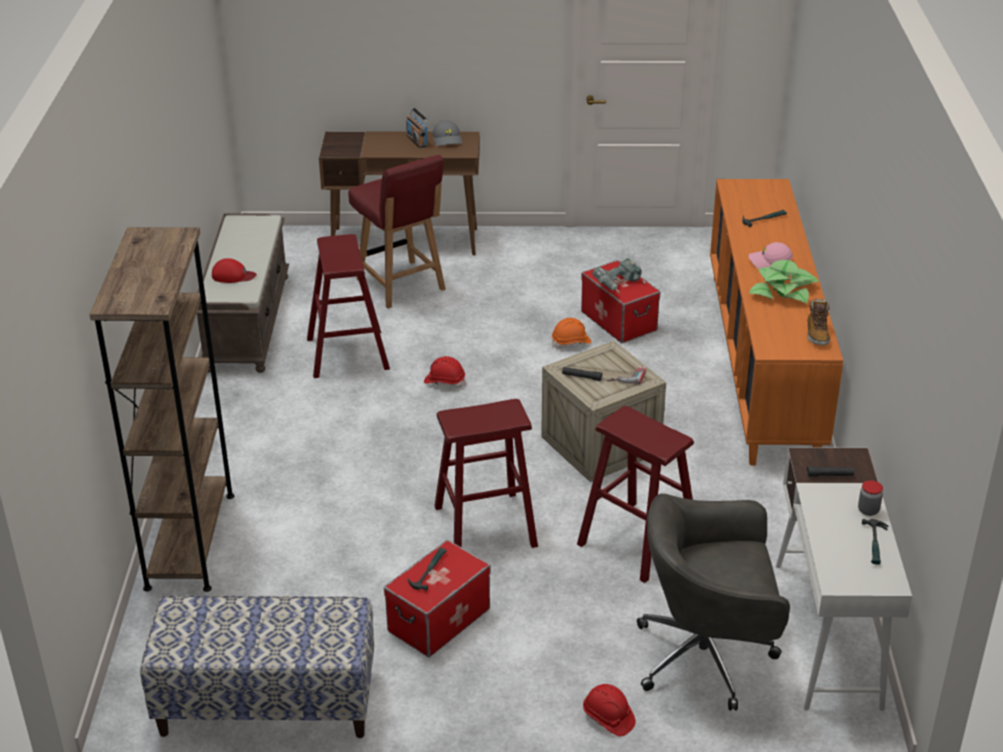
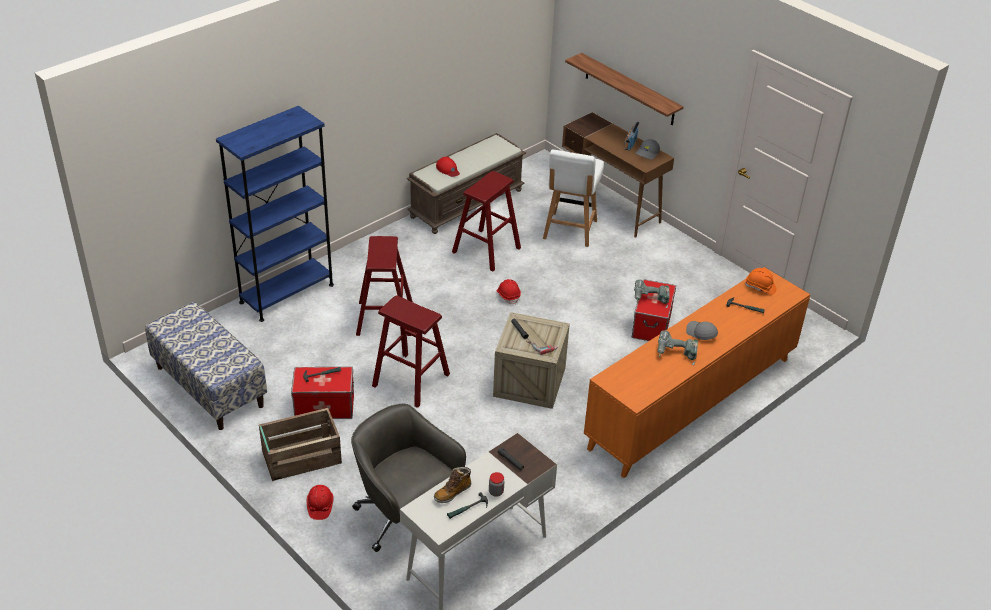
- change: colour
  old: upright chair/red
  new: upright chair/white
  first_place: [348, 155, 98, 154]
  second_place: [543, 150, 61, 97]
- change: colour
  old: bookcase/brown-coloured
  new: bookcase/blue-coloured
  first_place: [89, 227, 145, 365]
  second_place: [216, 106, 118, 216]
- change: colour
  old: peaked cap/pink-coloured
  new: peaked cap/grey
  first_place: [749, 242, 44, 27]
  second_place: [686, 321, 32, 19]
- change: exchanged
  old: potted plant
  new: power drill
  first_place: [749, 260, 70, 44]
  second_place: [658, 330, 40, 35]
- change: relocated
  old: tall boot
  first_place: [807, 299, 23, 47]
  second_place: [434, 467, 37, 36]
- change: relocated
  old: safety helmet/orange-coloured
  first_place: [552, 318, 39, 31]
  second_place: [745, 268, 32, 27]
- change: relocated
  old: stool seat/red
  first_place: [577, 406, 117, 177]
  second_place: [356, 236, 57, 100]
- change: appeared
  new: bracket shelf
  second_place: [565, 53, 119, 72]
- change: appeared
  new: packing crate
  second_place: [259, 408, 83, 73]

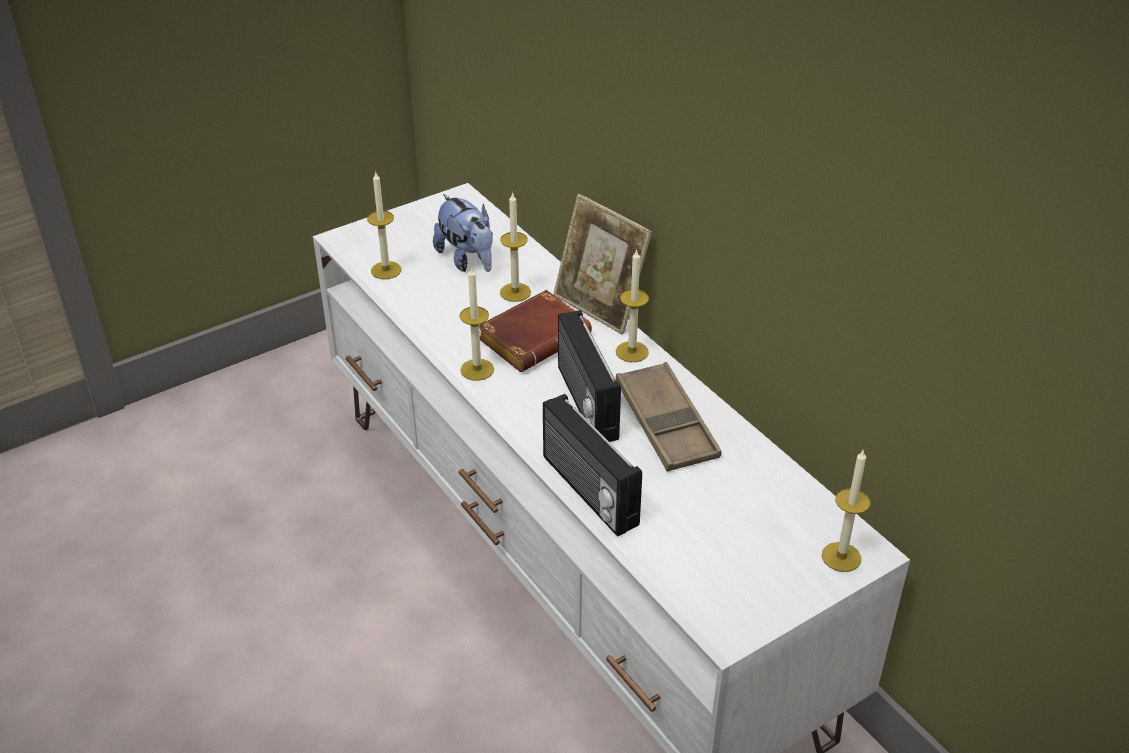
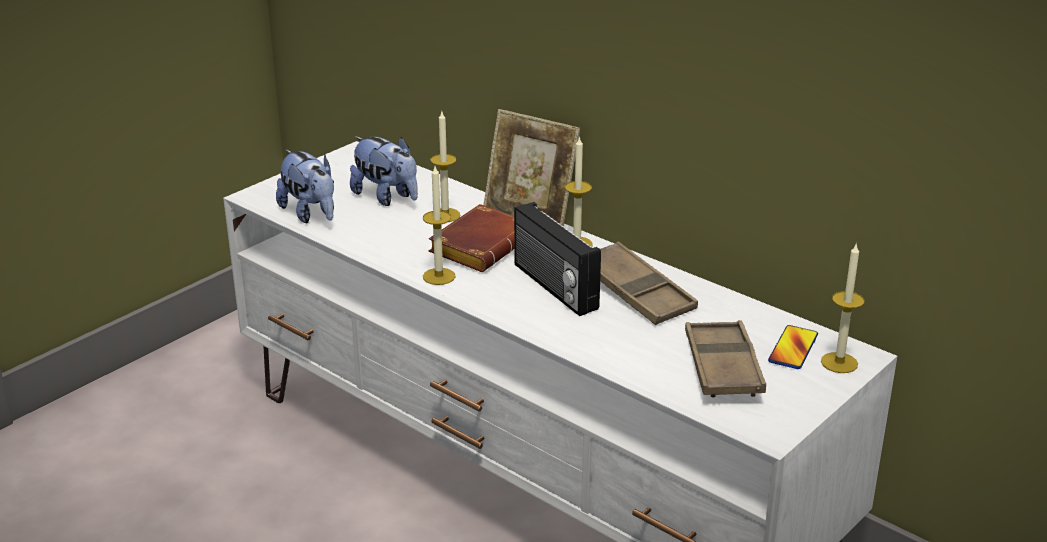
- change: exchanged
  old: wax light
  new: plush toy
  first_place: [367, 171, 35, 108]
  second_place: [276, 149, 58, 74]
- change: missing
  old: radio set
  first_place: [543, 394, 99, 143]
- change: appeared
  new: serving tray/brown-coloured
  second_place: [685, 320, 81, 78]
- change: appeared
  new: phone
  second_place: [768, 325, 50, 44]

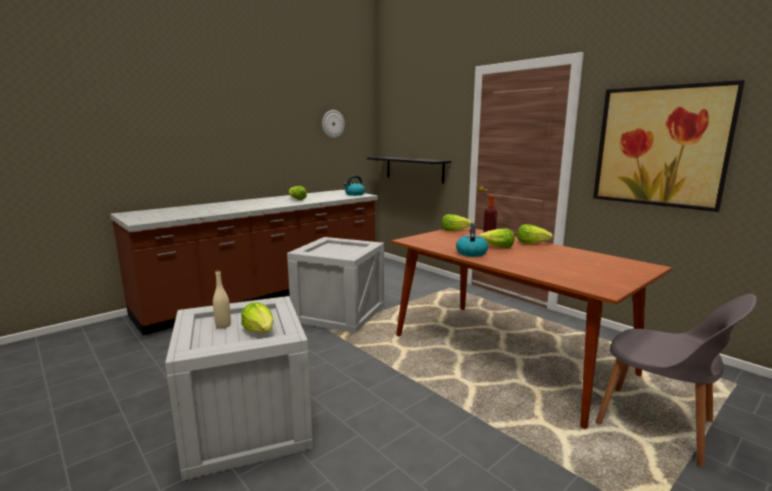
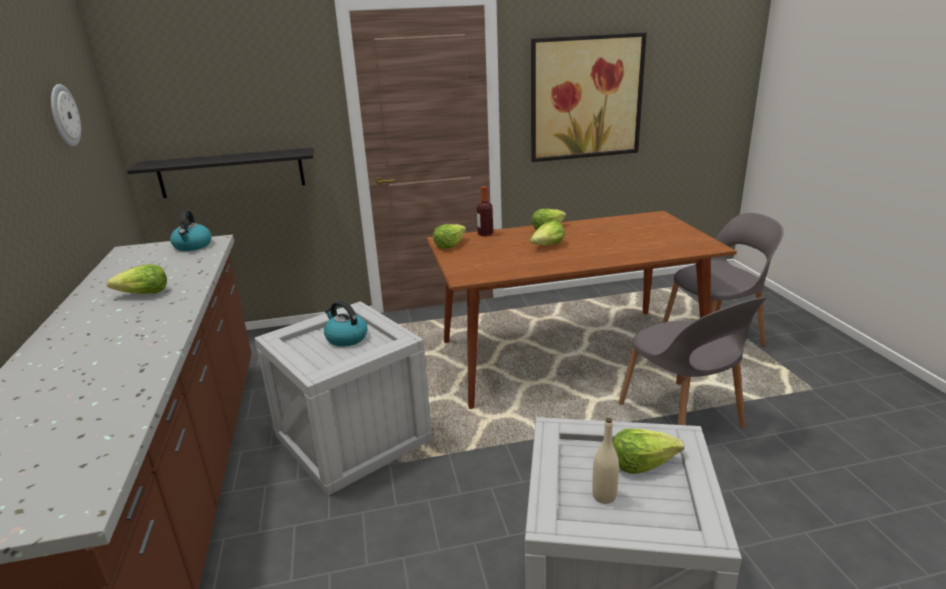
- change: relocated
  old: tea kettle
  first_place: [456, 223, 32, 34]
  second_place: [324, 301, 43, 46]
- change: appeared
  new: upright chair/grey
  second_place: [619, 297, 148, 131]

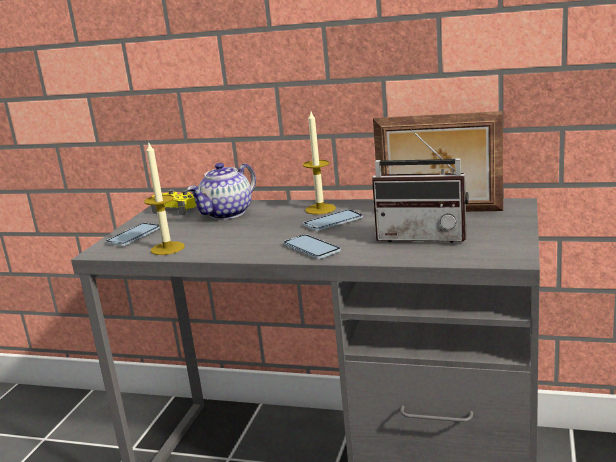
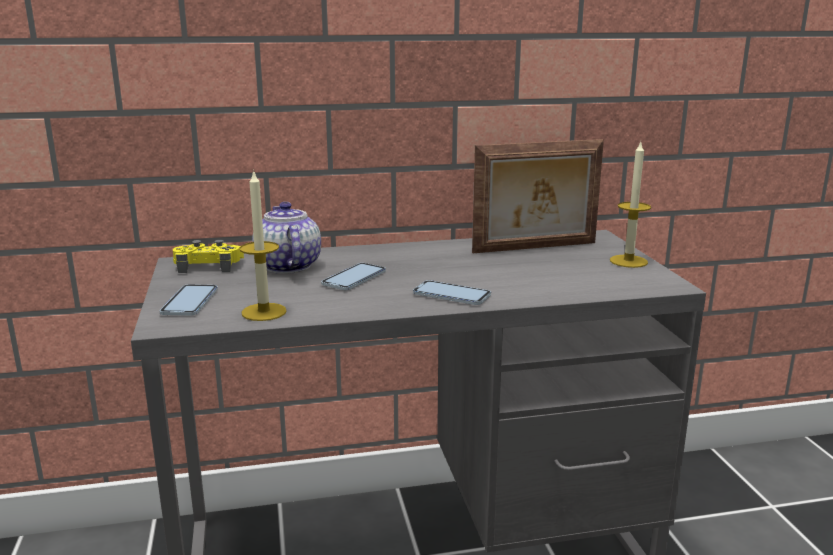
- change: relocated
  old: wax light
  first_place: [303, 111, 33, 103]
  second_place: [610, 142, 41, 126]
- change: missing
  old: radio set
  first_place: [372, 129, 97, 114]
- change: spun
  old: pot for tea
  first_place: [187, 163, 69, 57]
  second_place: [252, 202, 69, 72]
  degrees: 150
- change: relocated
  old: phone
  first_place: [303, 209, 60, 22]
  second_place: [321, 263, 65, 27]

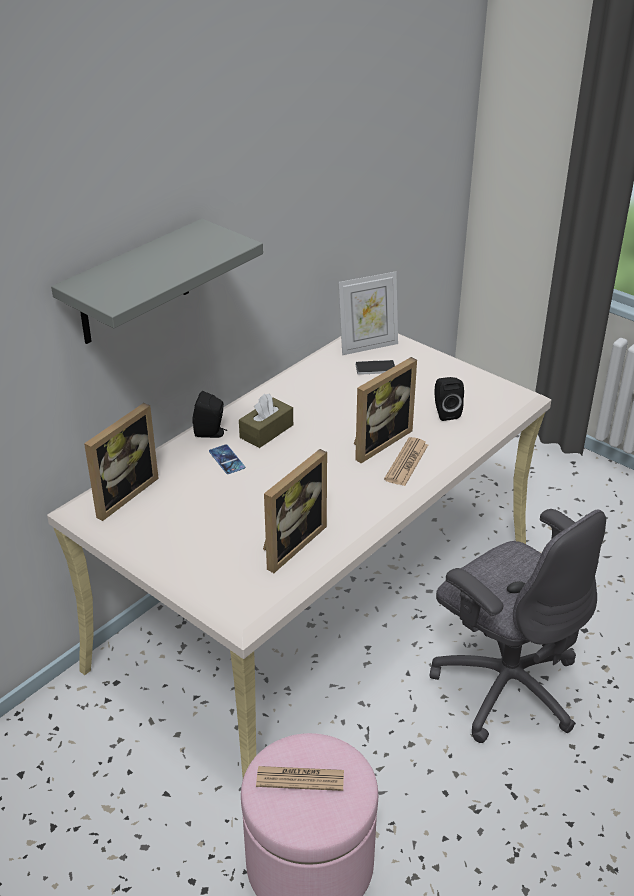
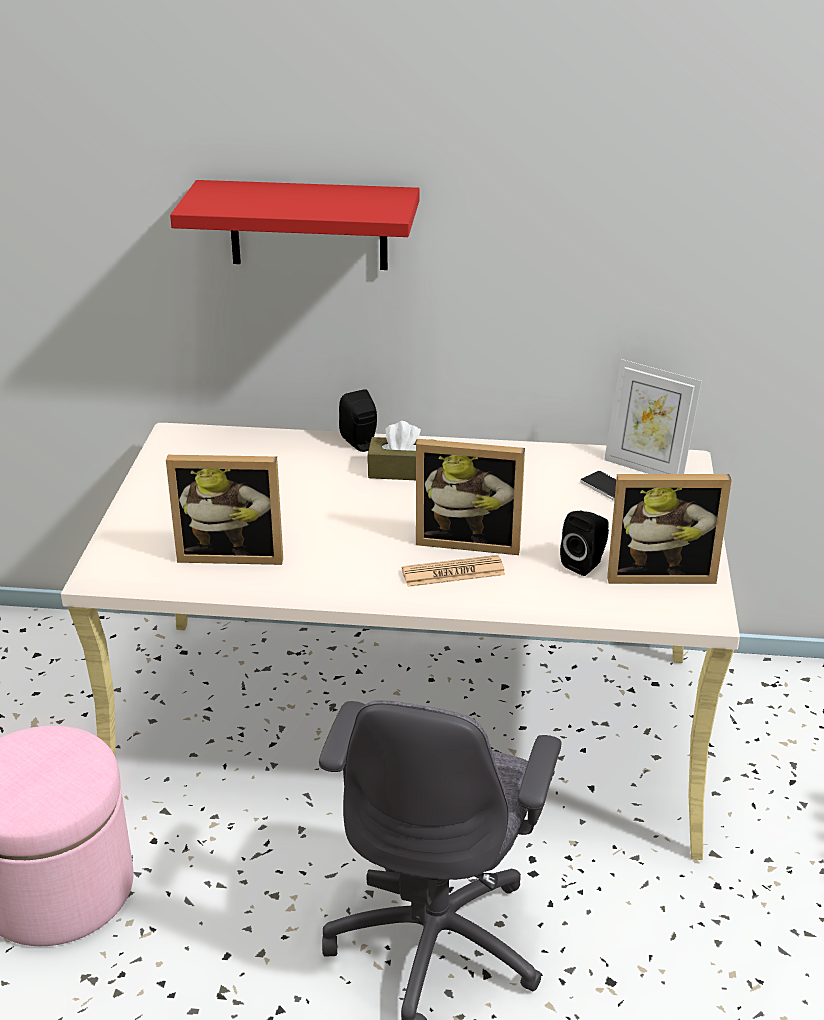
- change: colour
  old: bracket shelf/grey
  new: bracket shelf/red
  first_place: [51, 219, 212, 125]
  second_place: [170, 180, 250, 90]
- change: relocated
  old: picture frame
  first_place: [84, 403, 75, 118]
  second_place: [607, 474, 125, 110]
- change: missing
  old: phone
  first_place: [209, 444, 36, 30]
- change: missing
  old: daily paper
  first_place: [256, 766, 88, 25]

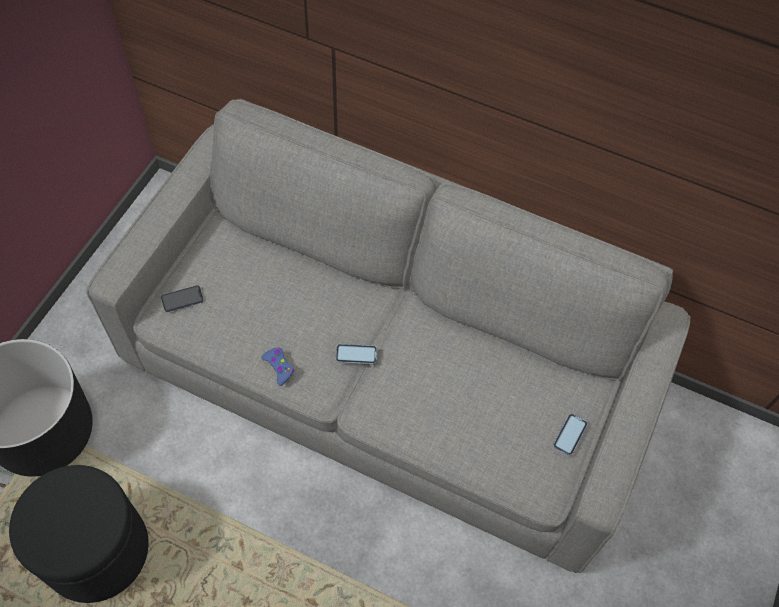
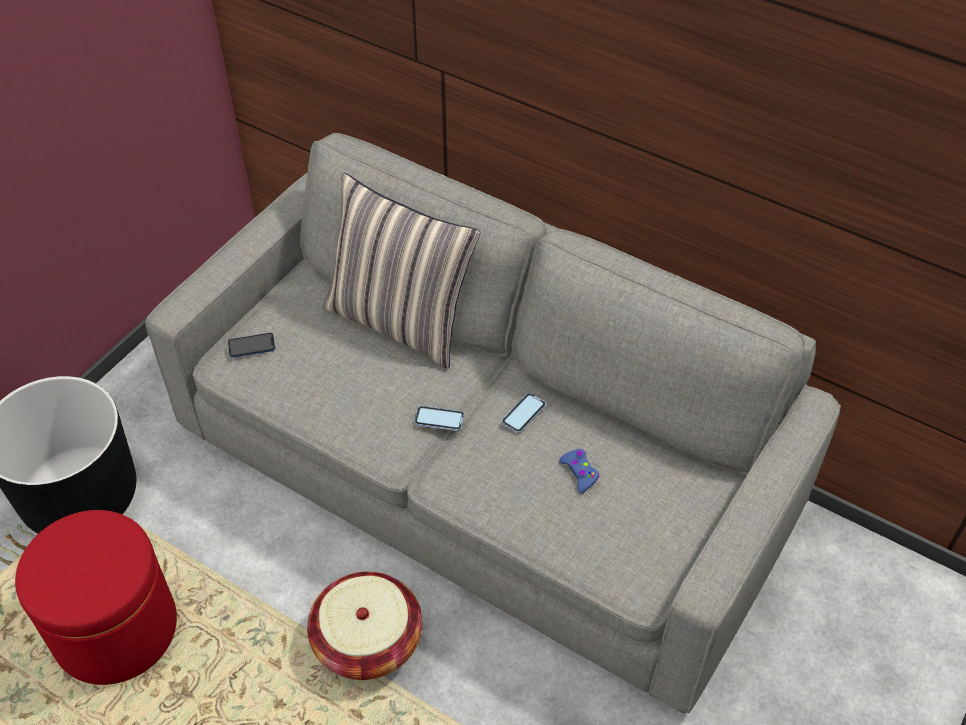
- change: relocated
  old: gamepad/blue-coloured
  first_place: [262, 347, 32, 39]
  second_place: [559, 449, 40, 44]
- change: relocated
  old: phone
  first_place: [553, 414, 35, 42]
  second_place: [502, 393, 44, 40]
- change: colour
  old: ottoman/black-coloured
  new: ottoman/red
  first_place: [9, 465, 140, 138]
  second_place: [15, 510, 162, 175]
- change: appeared
  new: throw pillow
  second_place: [323, 172, 157, 197]
- change: appeared
  new: household basket
  second_place: [307, 572, 115, 108]

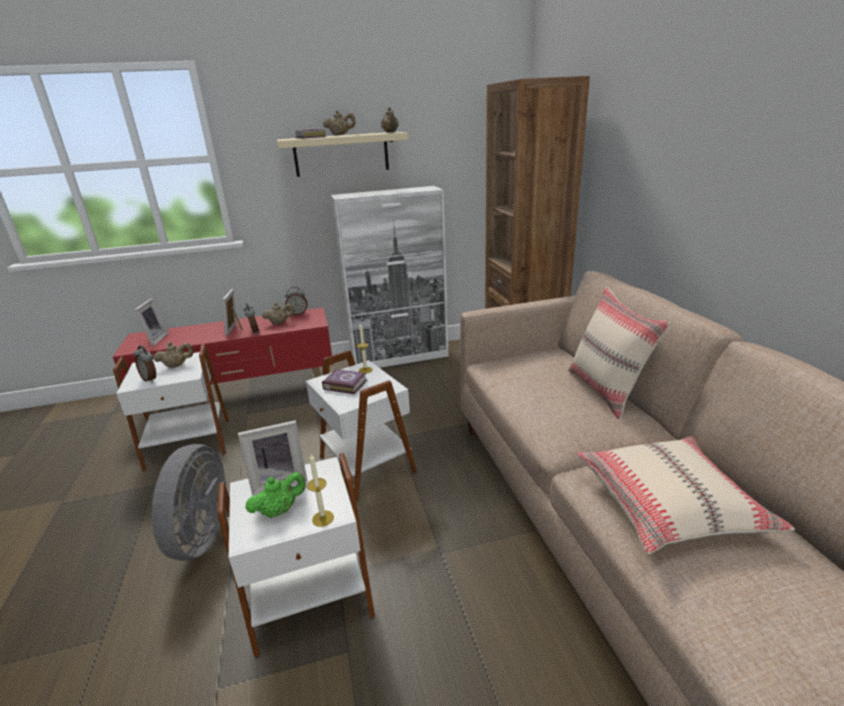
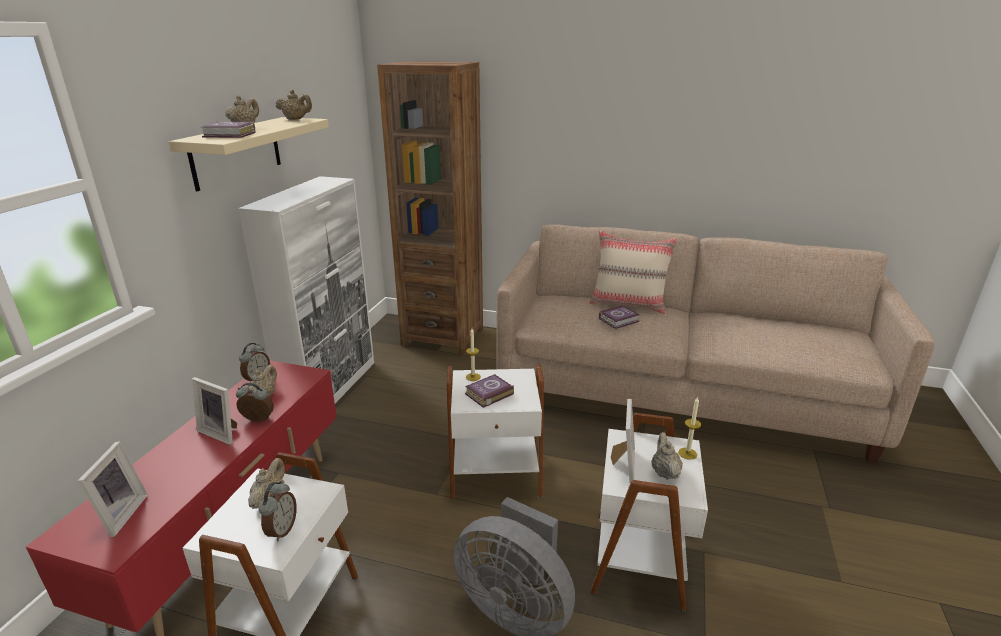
- change: spun
  old: picture frame
  first_place: [135, 298, 34, 48]
  second_place: [78, 441, 70, 96]
  degrees: 60
- change: spun
  old: bedside clock
  first_place: [134, 346, 22, 36]
  second_place: [258, 481, 39, 61]
  degrees: -60
- change: missing
  old: throw pillow/beige-coloured
  first_place: [576, 436, 219, 118]
- change: colour
  old: pot for tea/green-coloured
  new: pot for tea/beige-coloured
  first_place: [245, 472, 61, 46]
  second_place: [651, 432, 32, 48]
- change: appeared
  new: book
  second_place: [599, 305, 40, 24]

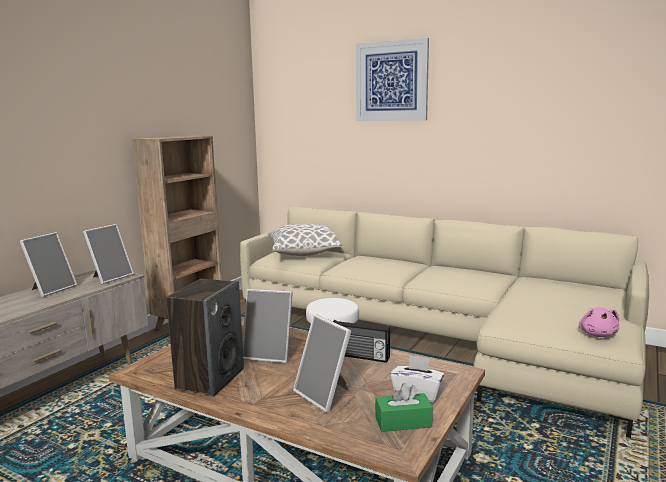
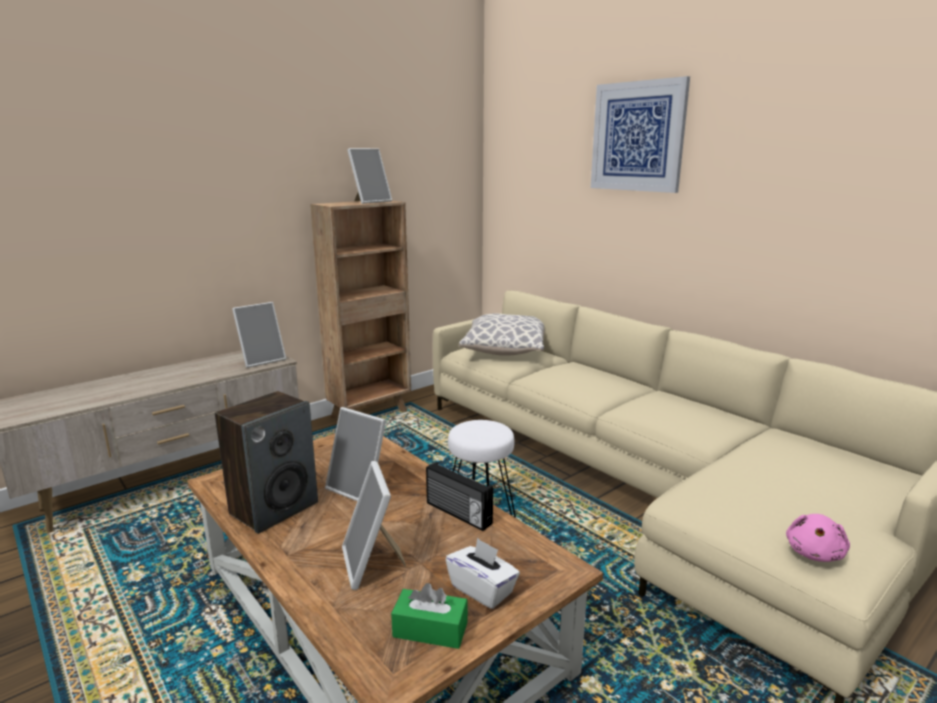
- change: relocated
  old: picture frame
  first_place: [20, 232, 57, 65]
  second_place: [347, 148, 46, 56]

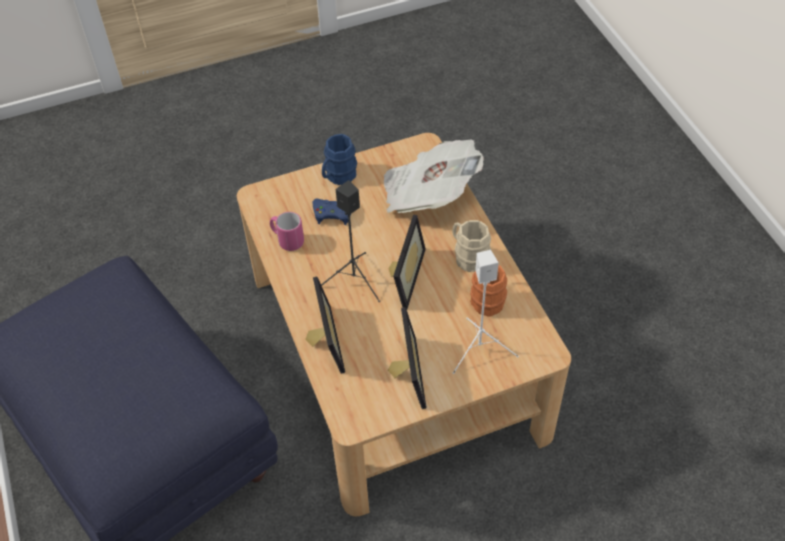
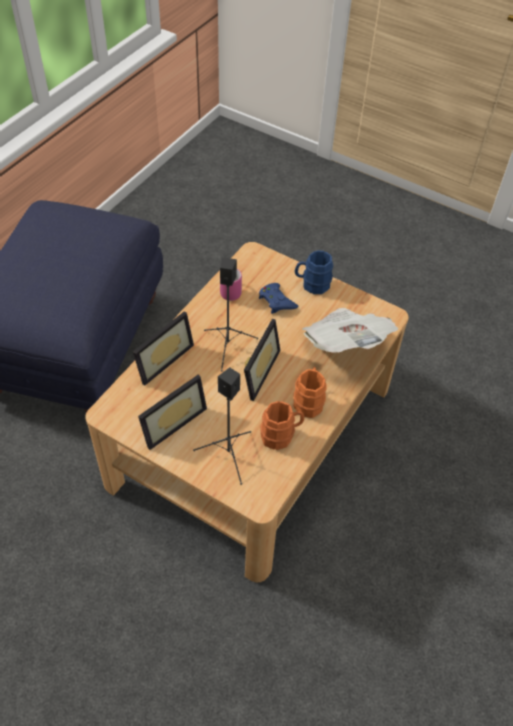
- change: spun
  old: picture frame
  first_place: [388, 215, 38, 94]
  second_place: [244, 319, 37, 82]
  degrees: -45
- change: colour
  old: tea mug/beige-coloured
  new: tea mug/orange-coloured
  first_place: [452, 220, 39, 52]
  second_place: [293, 367, 34, 51]
- change: colour
  old: loudspeaker/white
  new: loudspeaker/black-coloured
  first_place: [453, 250, 66, 124]
  second_place: [193, 367, 58, 118]

